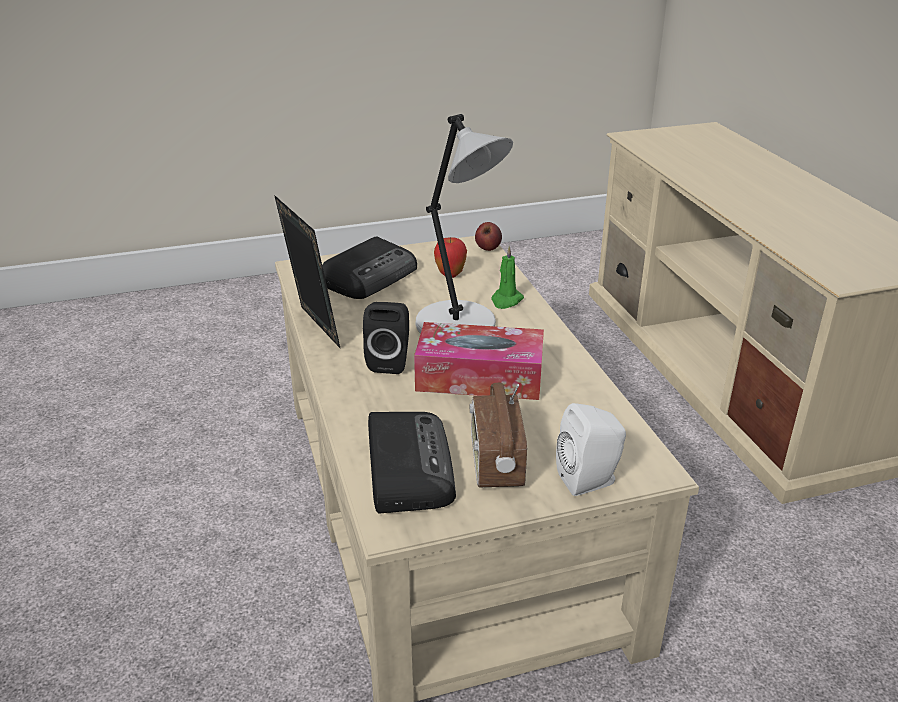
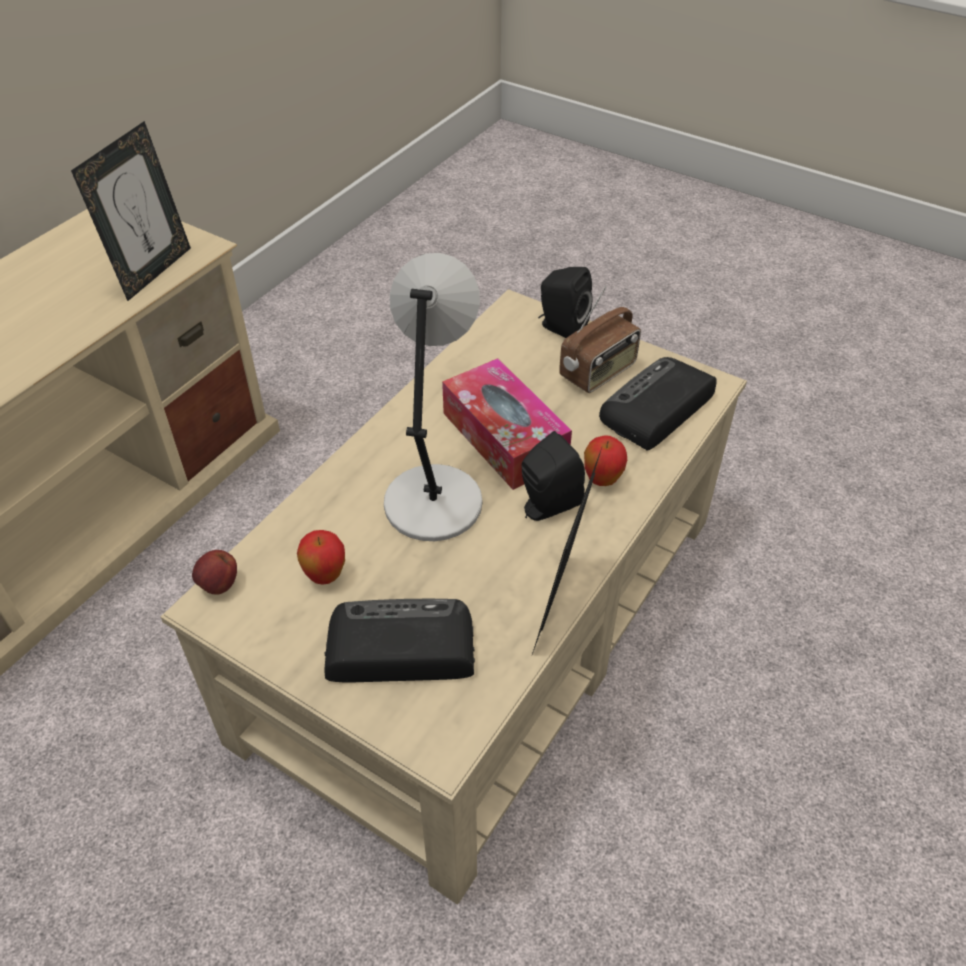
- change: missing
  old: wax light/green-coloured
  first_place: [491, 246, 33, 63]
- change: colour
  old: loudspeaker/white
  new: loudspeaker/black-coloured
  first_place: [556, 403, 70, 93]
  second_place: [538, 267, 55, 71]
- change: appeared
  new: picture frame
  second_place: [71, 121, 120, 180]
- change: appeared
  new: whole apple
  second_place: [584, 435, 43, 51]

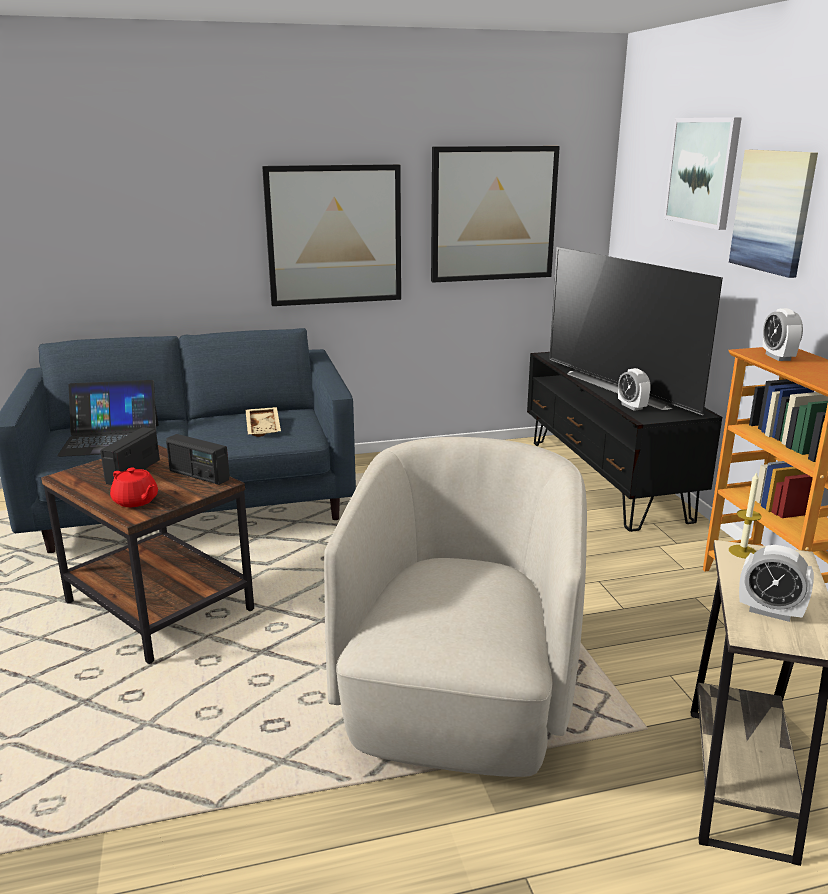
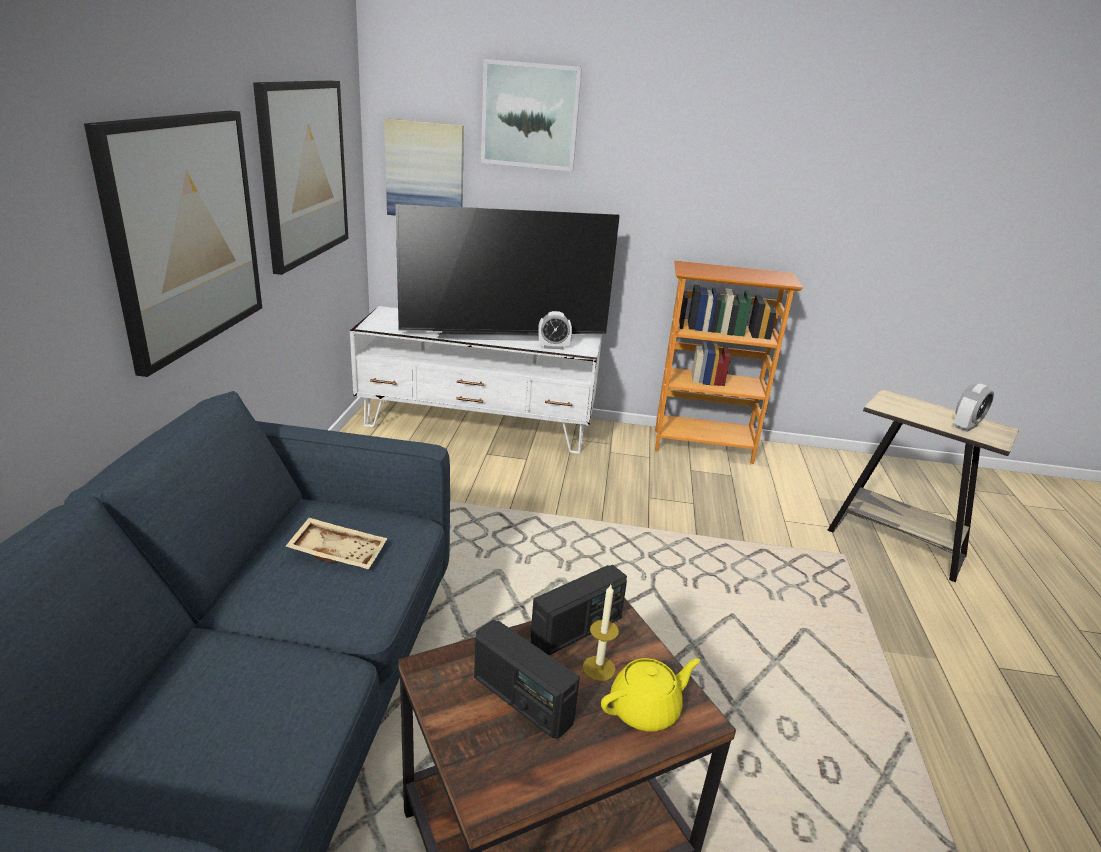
- change: relocated
  old: wall art
  first_place: [729, 150, 89, 128]
  second_place: [384, 118, 80, 98]
- change: missing
  old: bedside clock
  first_place: [763, 308, 40, 53]
- change: colour
  old: tv unit/black-coloured
  new: tv unit/white
  first_place: [527, 352, 195, 180]
  second_place: [350, 306, 252, 148]
- change: missing
  old: notebook computer
  first_place: [57, 380, 102, 77]
- change: missing
  old: lounge chair/beige-coloured
  first_place: [324, 437, 263, 340]
- change: colour
  old: pot for tea/red
  new: pot for tea/yellow-coloured
  first_place: [110, 468, 48, 39]
  second_place: [601, 658, 99, 74]
- change: relocated
  old: wax light
  first_place: [729, 472, 33, 86]
  second_place: [582, 585, 37, 96]

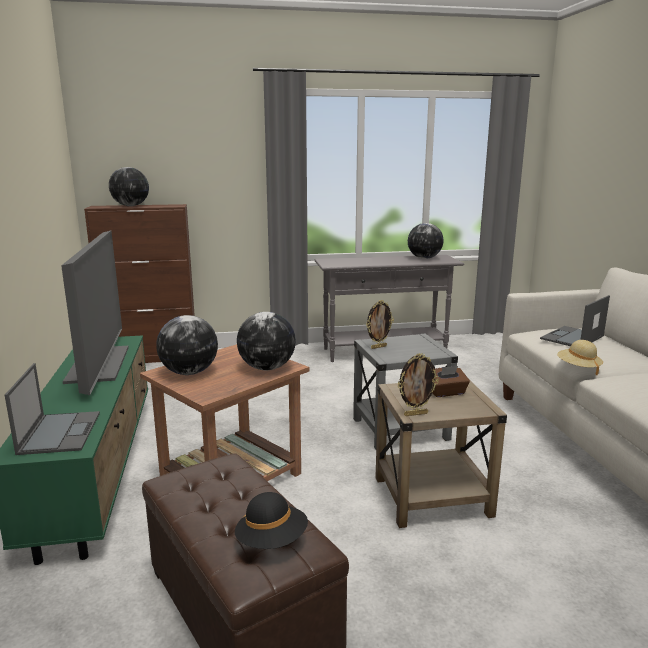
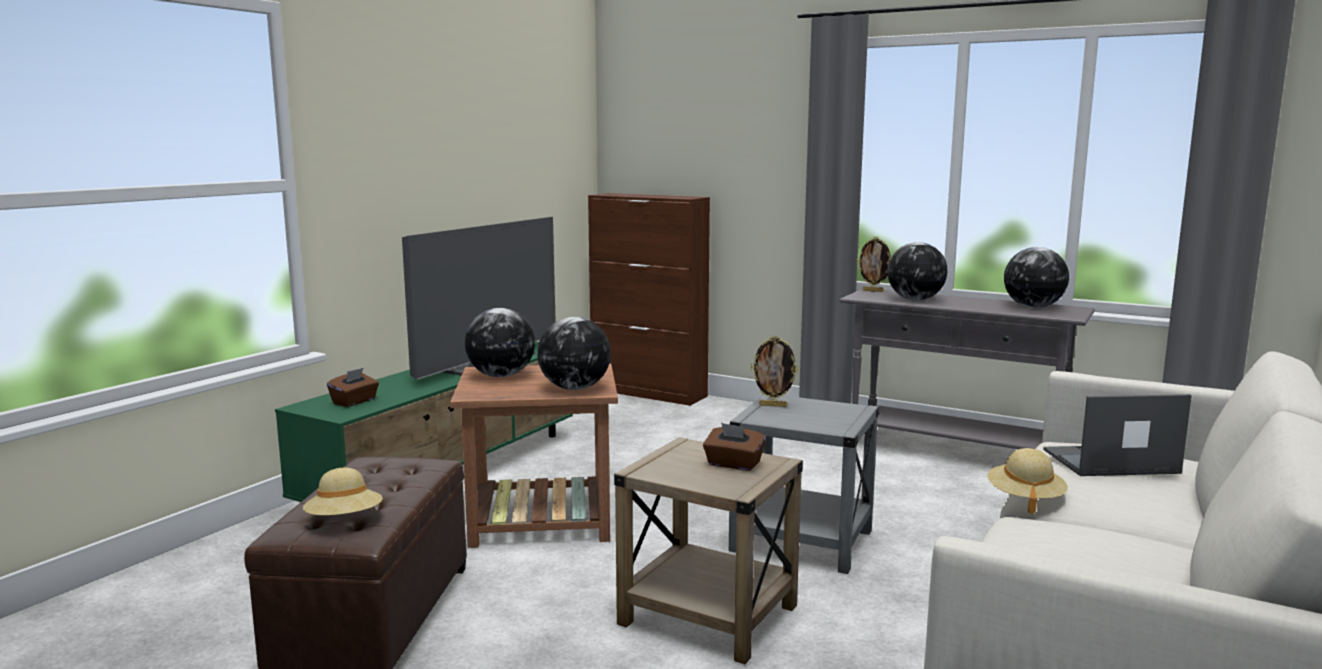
- change: relocated
  old: desk globe
  first_place: [109, 167, 40, 39]
  second_place: [887, 242, 60, 58]
- change: relocated
  old: picture frame
  first_place: [398, 353, 41, 63]
  second_place: [857, 237, 34, 55]
- change: exchanged
  old: notebook computer
  new: box of tissues/brown-coloured
  first_place: [5, 363, 95, 92]
  second_place: [327, 368, 52, 39]
- change: colour
  old: hat/black-coloured
  new: hat/beige-coloured
  first_place: [235, 492, 73, 57]
  second_place: [303, 468, 80, 47]

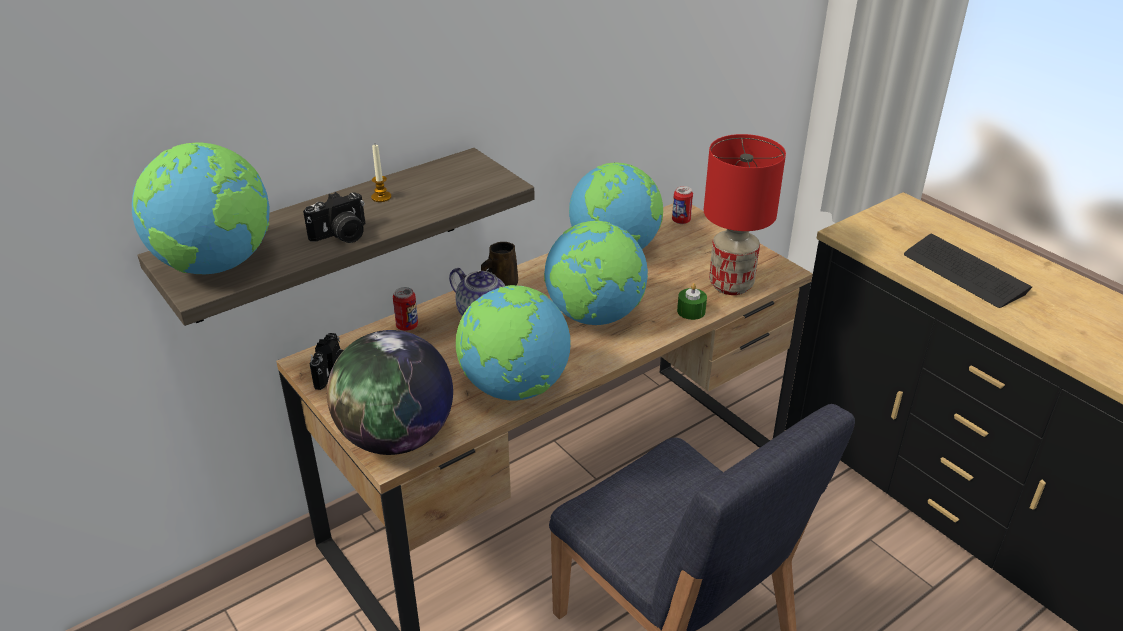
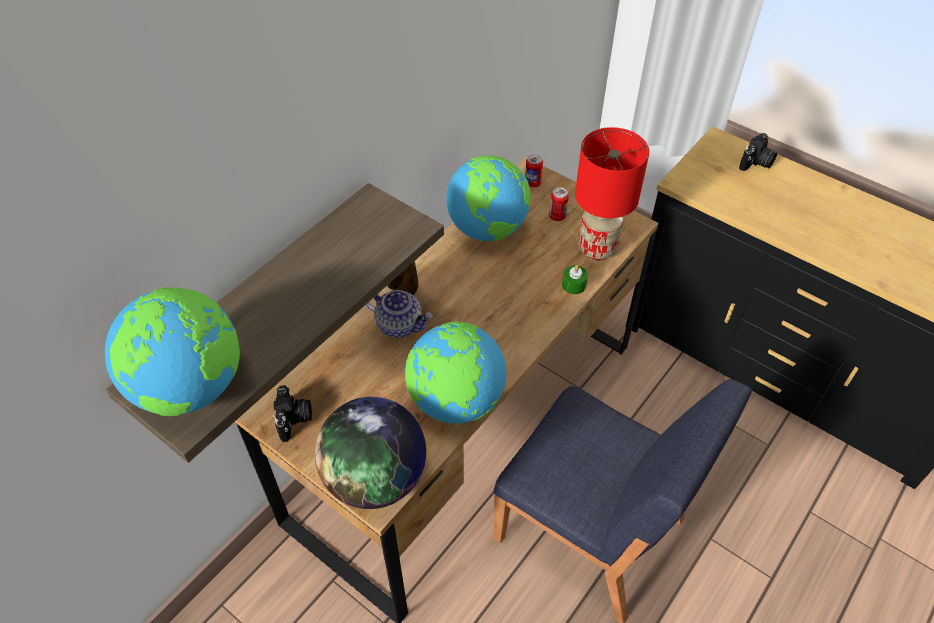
- change: missing
  old: wax light
  first_place: [371, 145, 20, 57]
- change: relocated
  old: still camera
  first_place: [303, 192, 62, 51]
  second_place: [739, 133, 38, 38]
- change: missing
  old: desk globe
  first_place: [544, 221, 104, 104]
- change: missing
  old: computer keyboard
  first_place: [904, 234, 128, 74]
- change: relocated
  old: sealed can
  first_place: [393, 287, 25, 44]
  second_place: [549, 187, 20, 34]

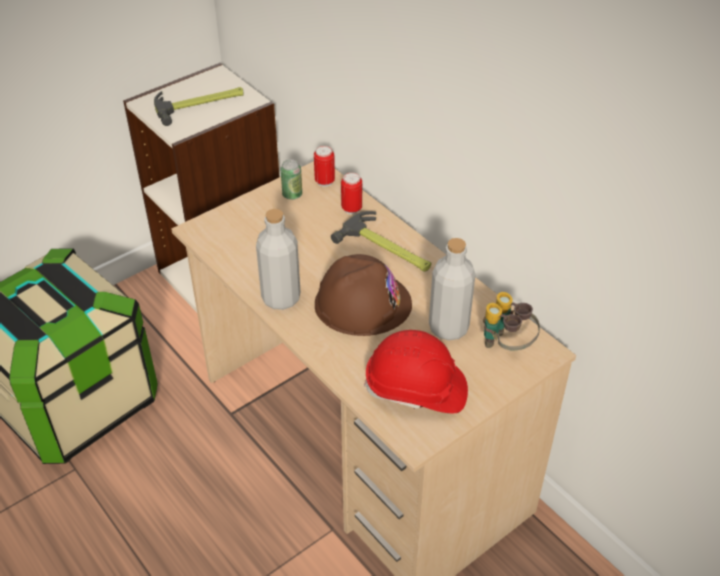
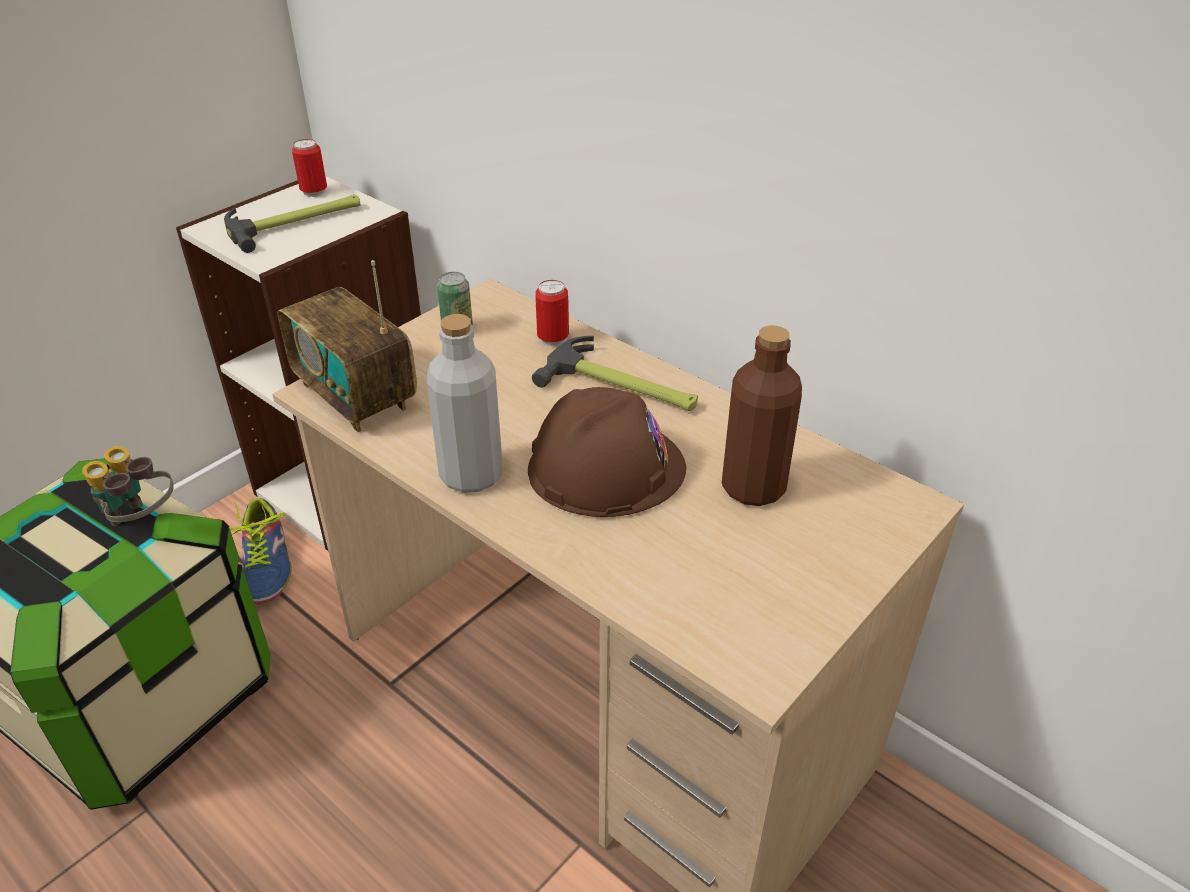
- change: relocated
  old: sealed can
  first_place: [314, 146, 21, 41]
  second_place: [292, 139, 35, 58]
- change: colour
  old: bottle/grey
  new: bottle/brown-coloured
  first_place: [429, 238, 47, 102]
  second_place: [722, 325, 80, 181]
- change: relocated
  old: field glasses
  first_place: [483, 292, 57, 58]
  second_place: [82, 446, 91, 80]
- change: missing
  old: safety helmet/red
  first_place: [364, 330, 104, 83]
- change: appeared
  new: radio set
  second_place: [277, 260, 140, 172]
- change: appeared
  new: shoe
  second_place: [230, 498, 62, 106]

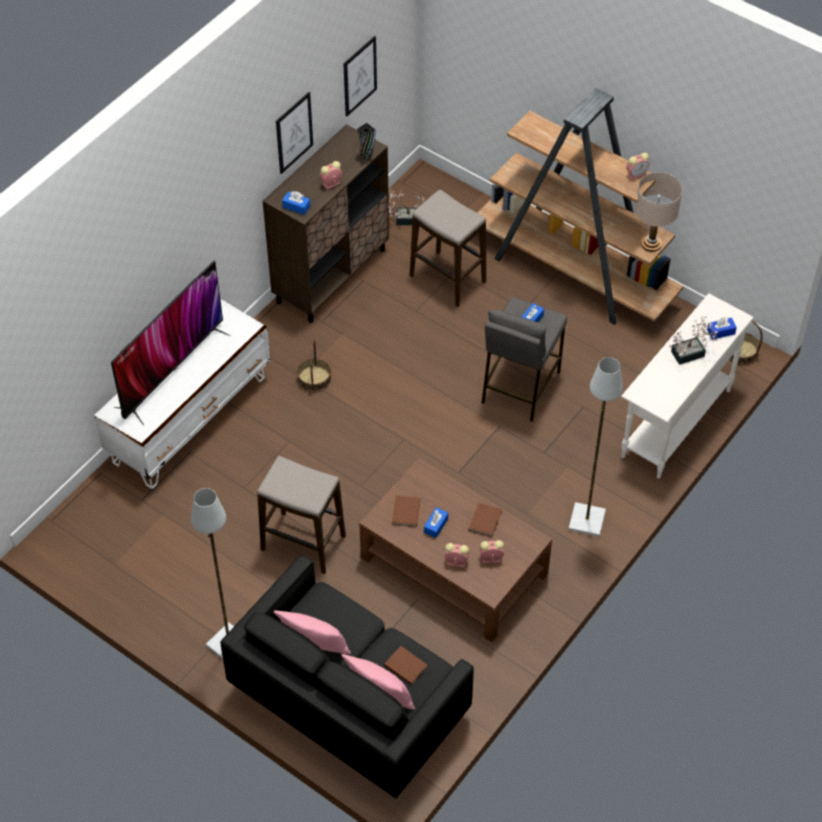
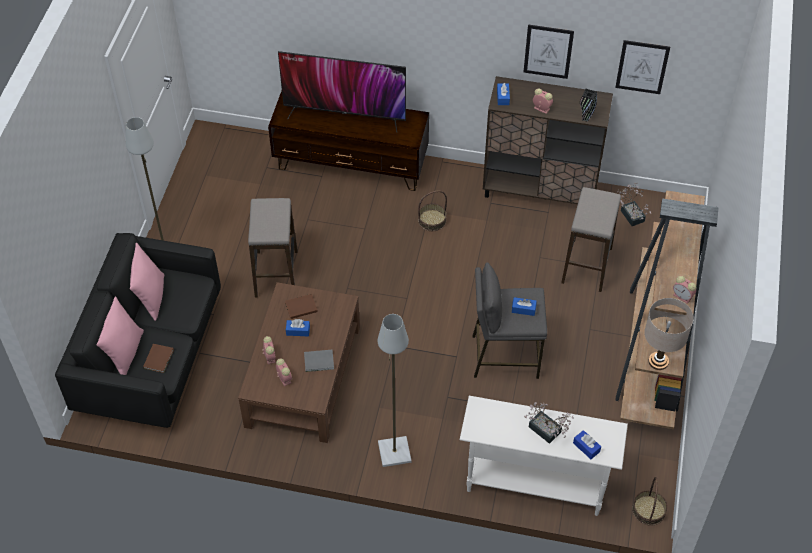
- change: colour
  old: tv unit/white
  new: tv unit/brown-coloured
  first_place: [94, 299, 177, 190]
  second_place: [268, 91, 161, 100]
- change: colour
  old: book/brown-coloured
  new: book/grey
  first_place: [469, 503, 33, 34]
  second_place: [304, 350, 30, 22]

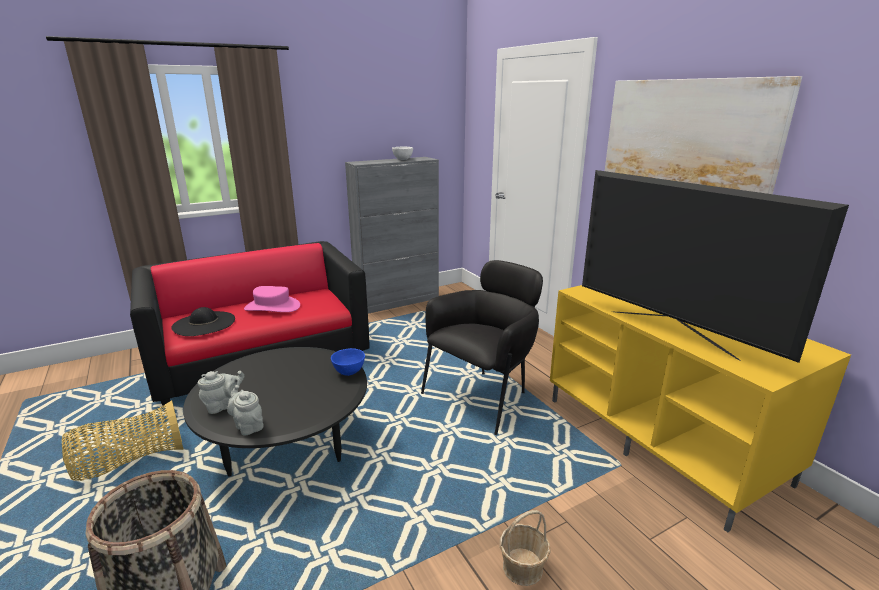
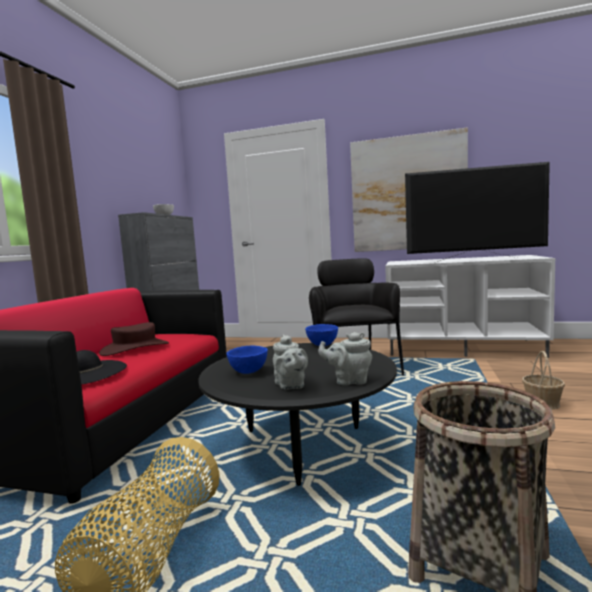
- change: colour
  old: tv unit/yellow-coloured
  new: tv unit/white
  first_place: [550, 285, 301, 247]
  second_place: [385, 255, 170, 103]
- change: colour
  old: hat/pink-coloured
  new: hat/brown-coloured
  first_place: [244, 286, 56, 26]
  second_place: [99, 322, 70, 34]
- change: spun
  old: pot for tea/grey
  first_place: [198, 371, 46, 43]
  second_place: [273, 335, 35, 55]
  degrees: 150
- change: appeared
  new: deep dish/blue-coloured
  second_place: [226, 346, 42, 28]

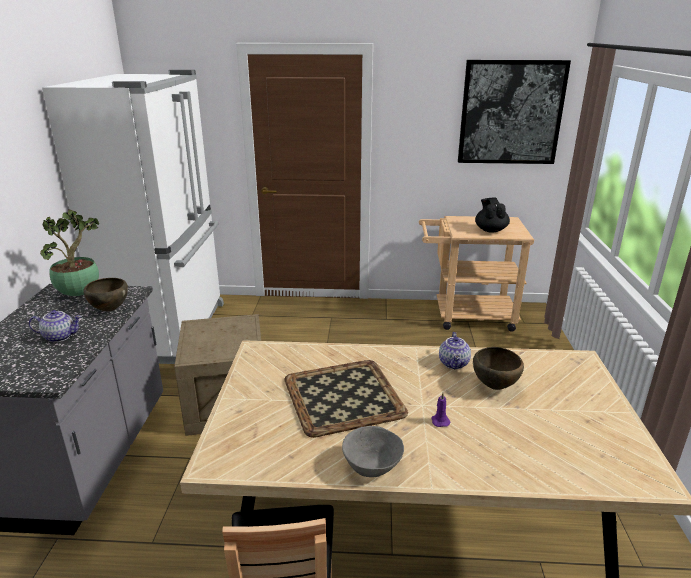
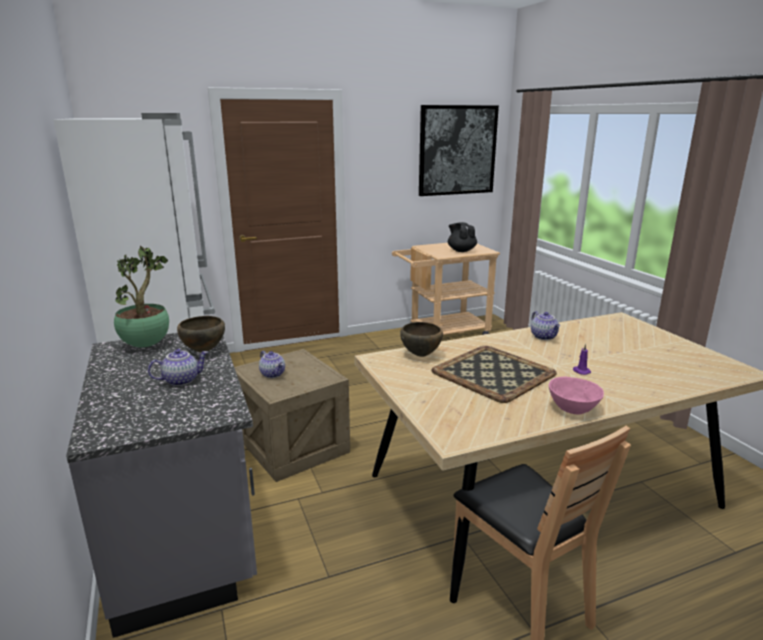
- change: relocated
  old: deep dish/brown-coloured
  first_place: [473, 347, 51, 43]
  second_place: [400, 322, 43, 35]
- change: colour
  old: deep dish/grey
  new: deep dish/pink-coloured
  first_place: [342, 426, 62, 51]
  second_place: [549, 377, 55, 37]
- change: appeared
  new: pot for tea
  second_place: [259, 351, 26, 27]

